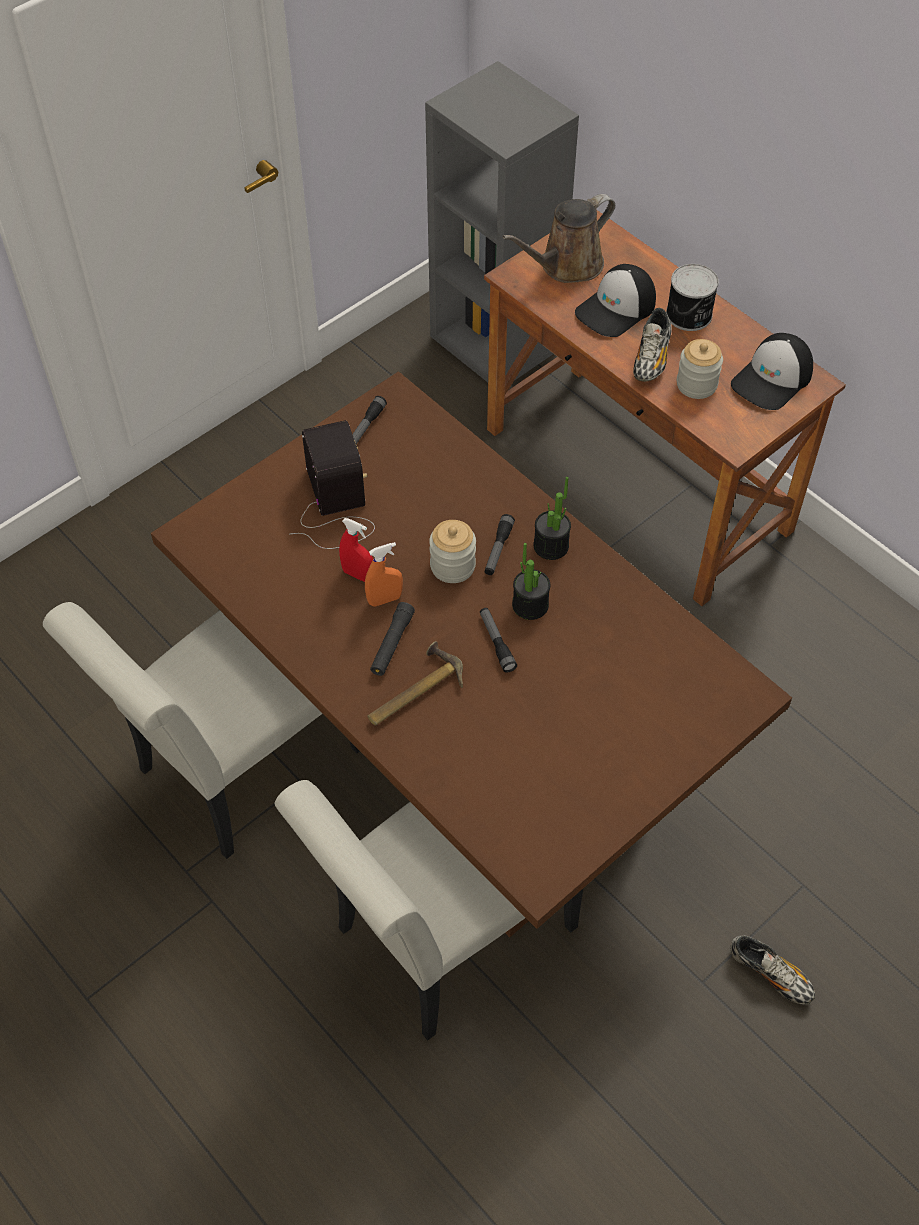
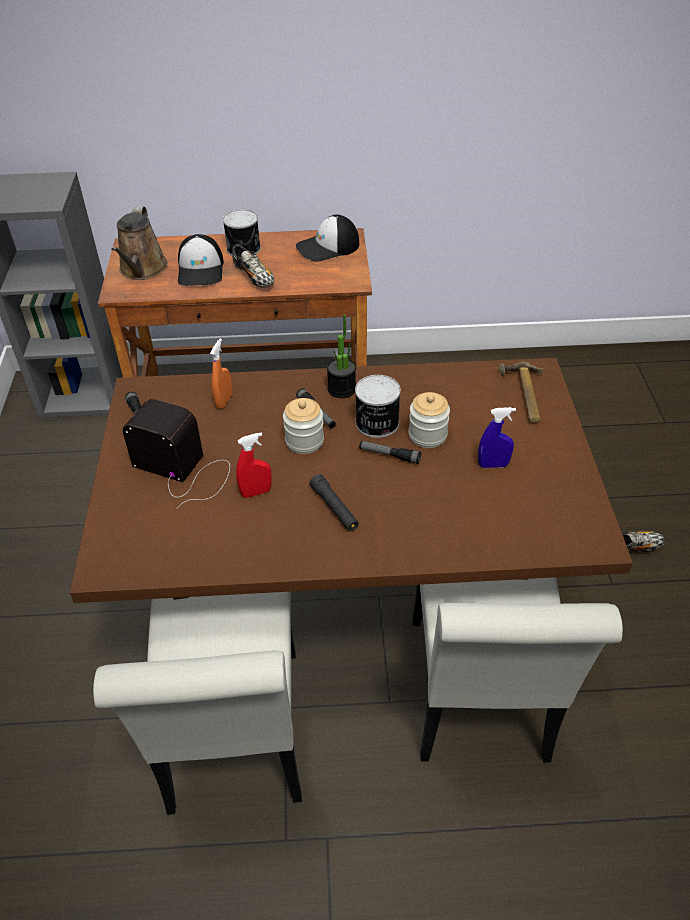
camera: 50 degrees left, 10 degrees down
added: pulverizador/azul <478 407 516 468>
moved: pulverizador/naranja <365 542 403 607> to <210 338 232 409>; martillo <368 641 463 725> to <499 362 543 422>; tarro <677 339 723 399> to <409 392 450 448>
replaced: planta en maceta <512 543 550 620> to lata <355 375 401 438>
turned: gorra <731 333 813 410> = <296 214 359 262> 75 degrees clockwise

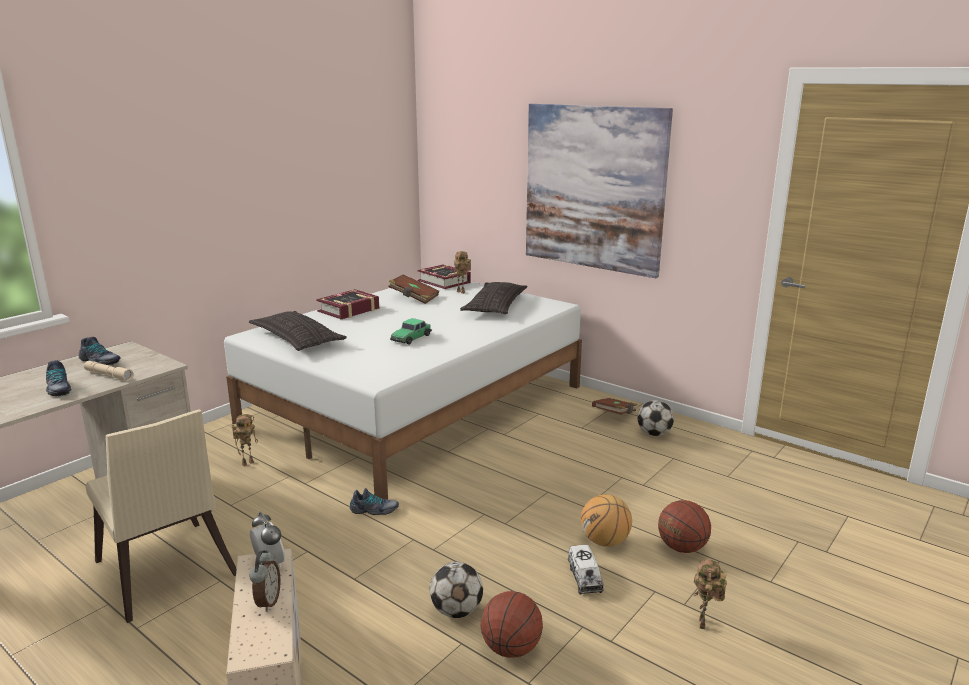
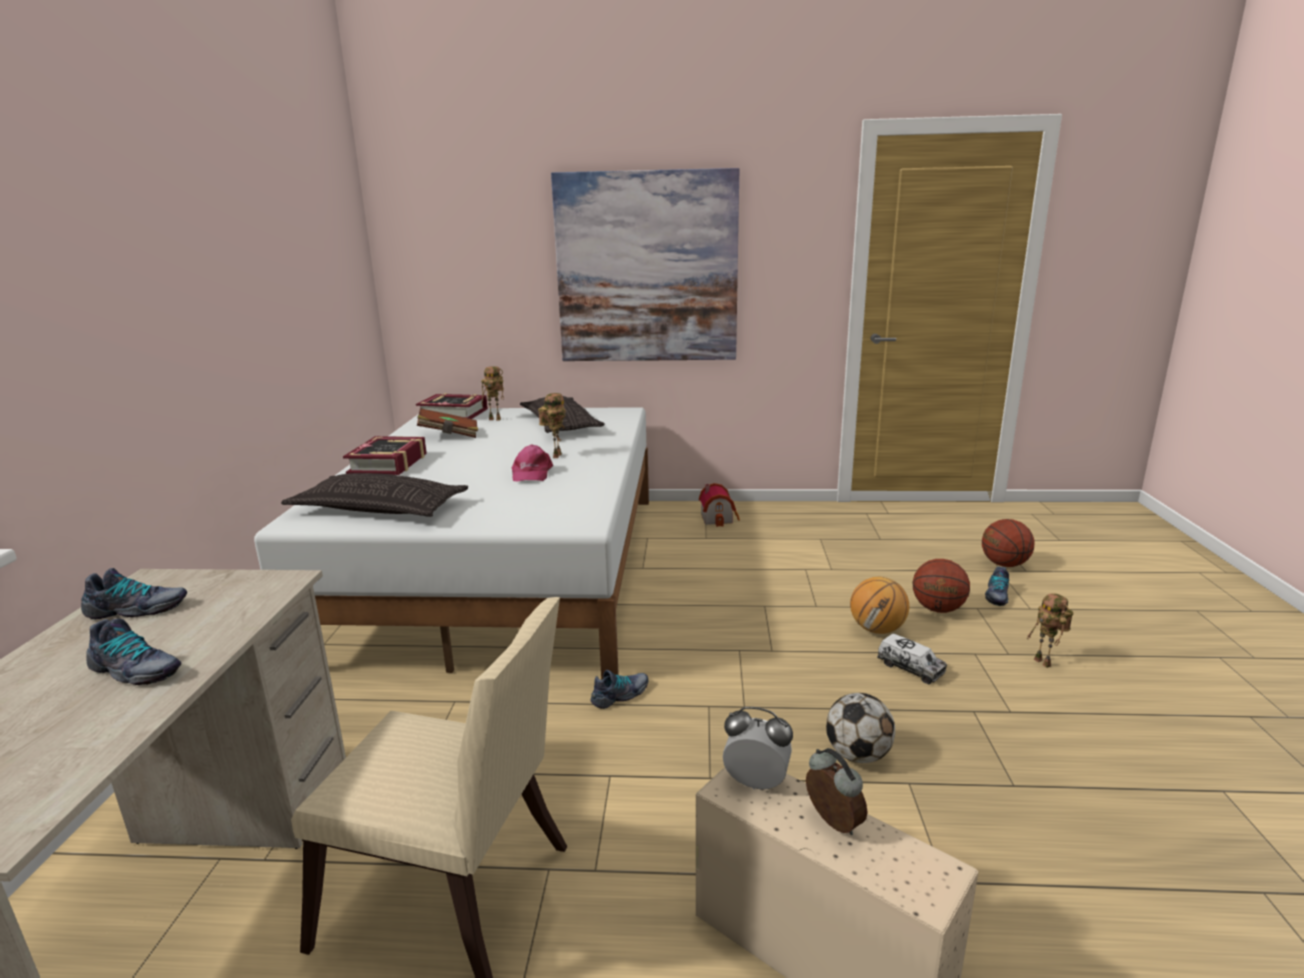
camera: 35 degrees left, 0 degrees up
removed: linterna/beis <84 361 134 381>; balón de fútbol <637 401 674 436>
added: zapato <985 567 1009 606>
moved: robot de juguete <232 414 258 466> to <538 393 566 458>; balón de baloncesto <481 591 543 658> to <982 519 1035 567>
replaced: coche de juguete <390 318 432 344> to gorra/rosa <512 445 553 481>; libro/marrón <592 398 638 415> to casita <699 483 740 527>

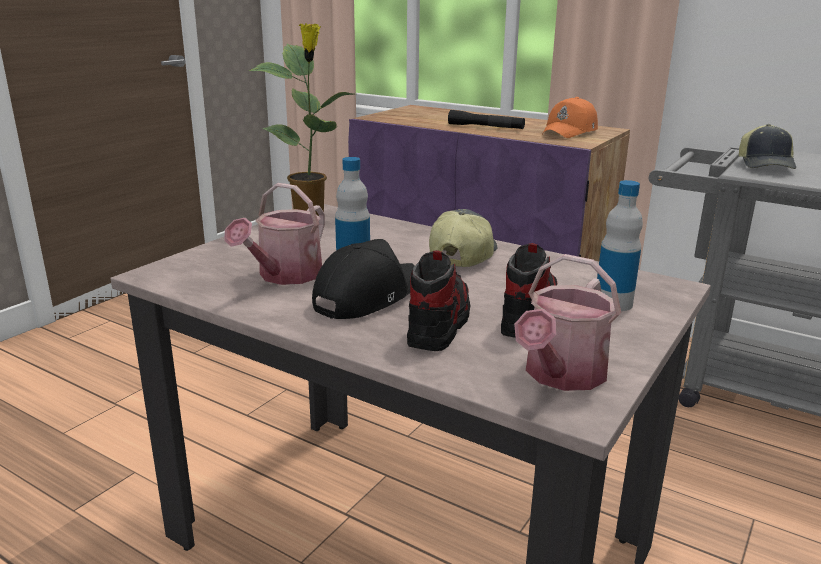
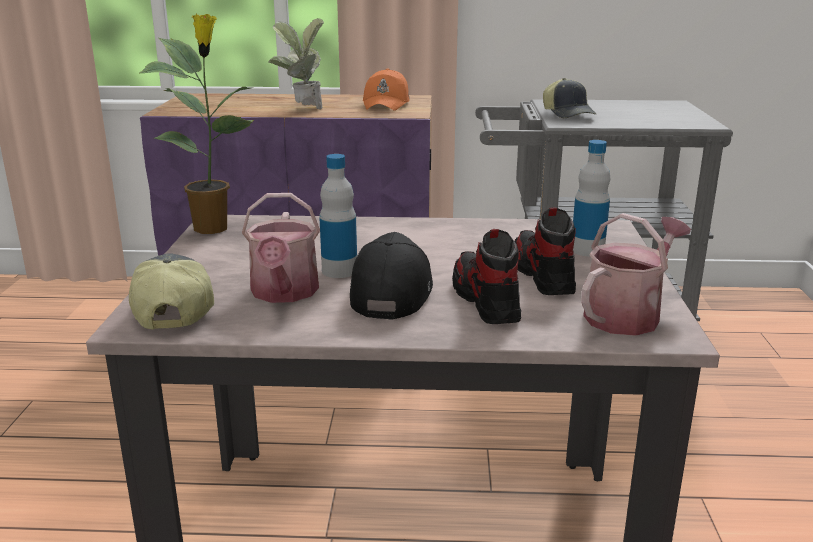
camera: 30 degrees left, 0 degrees up
moved: gorra <429 209 498 267> to <129 253 214 330>
replaced: linterna/negro <448 110 525 129> to planta en maceta <268 18 324 109>
turned: regadera <514 254 621 391> = <581 213 691 336> 135 degrees counterclockwise

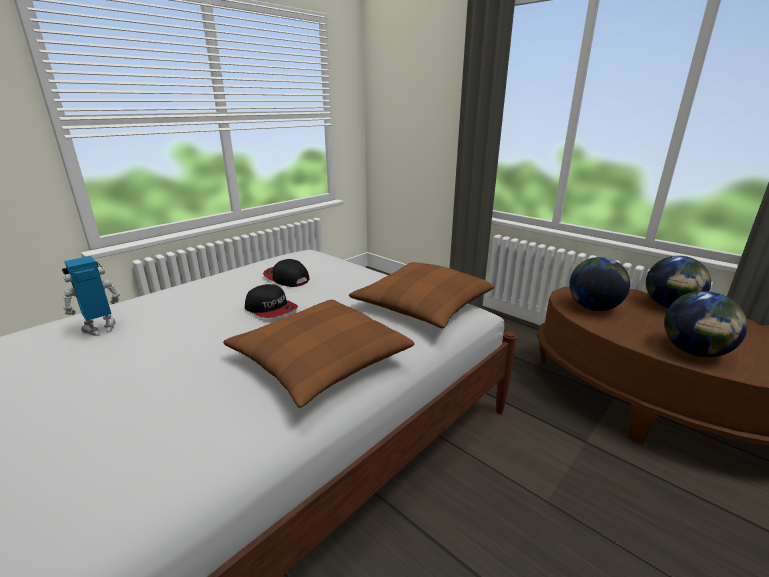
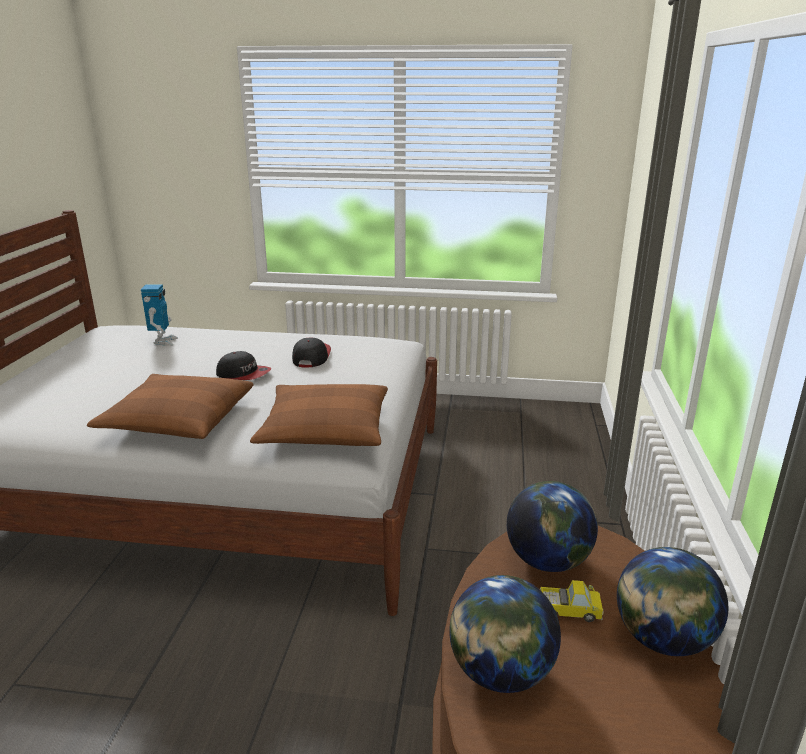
camera: 55 degrees right, 0 degrees up
added: camión de juguete <540 580 604 622>
turned: robot de juguete <62 256 120 336> = <141 284 178 346> 75 degrees clockwise; gorra <245 284 298 318> = <216 351 271 380> 75 degrees counterclockwise

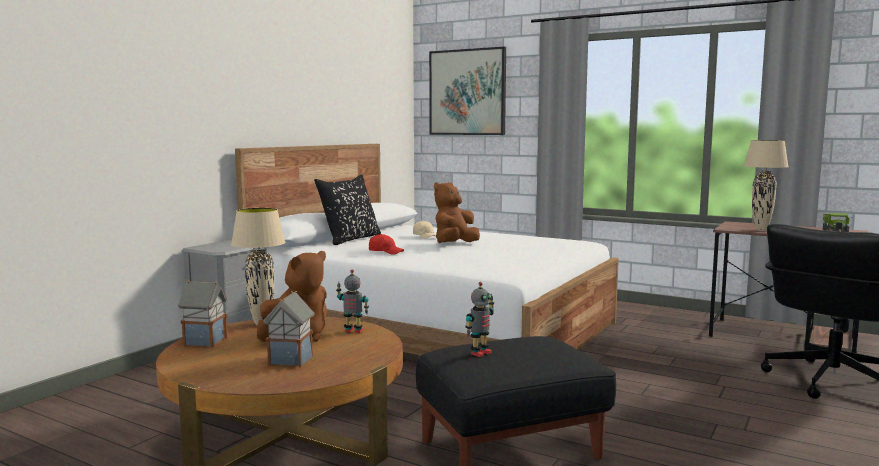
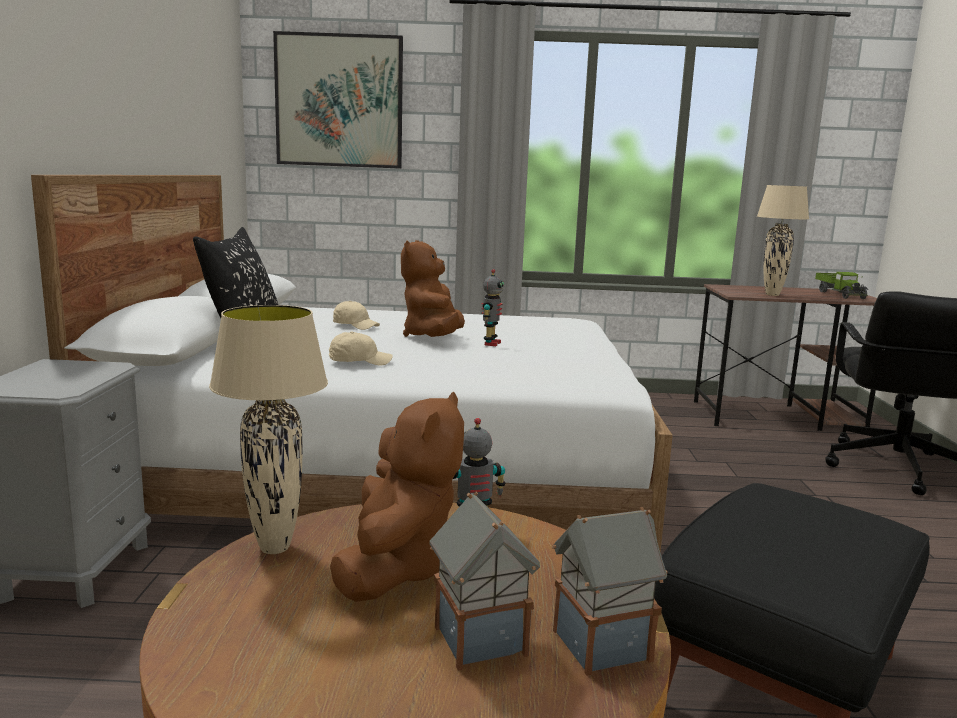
camera: 30 degrees left, 5 degrees up
moved: casita <178 280 228 347> to <552 507 668 676>; robot de juguete <465 282 494 357> to <481 269 504 346>
recoloured: gorra/rojo <369 234 404 255> to gorra/beis <329 332 393 365>

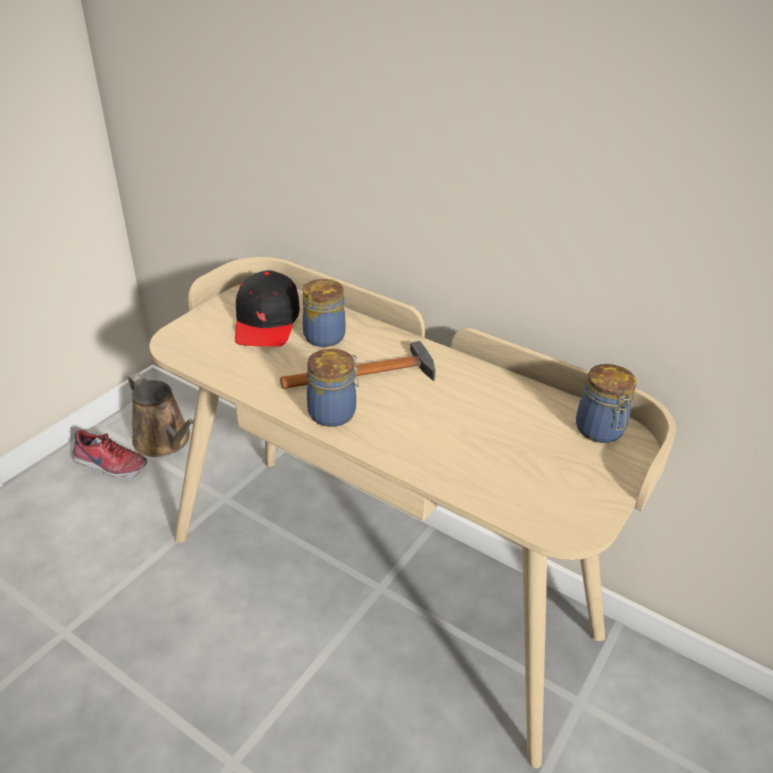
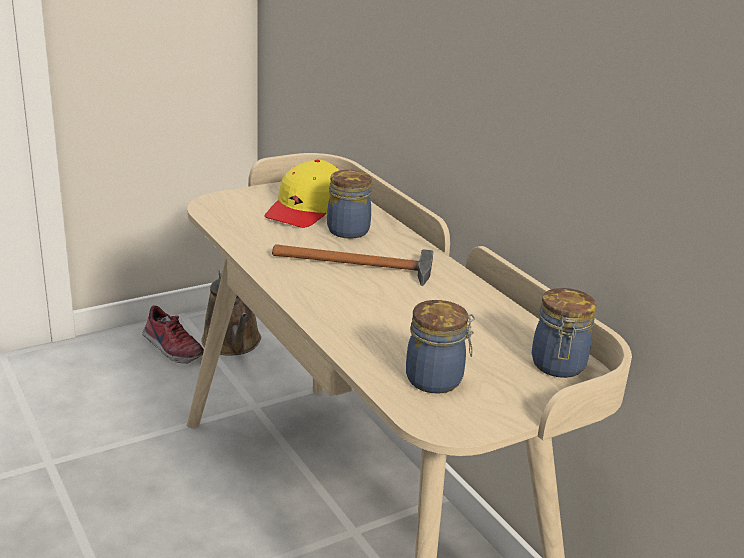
camera: 25 degrees right, 10 degrees down
moved: tarro <307 349 359 427> to <406 300 475 394>
recoloured: gorra/negro <235 270 300 347> to gorra/amarillo <264 160 340 228>

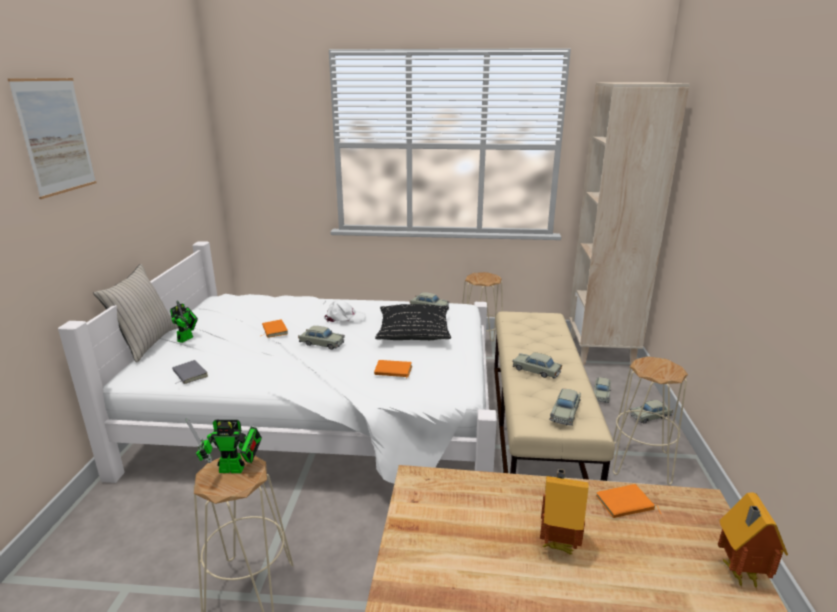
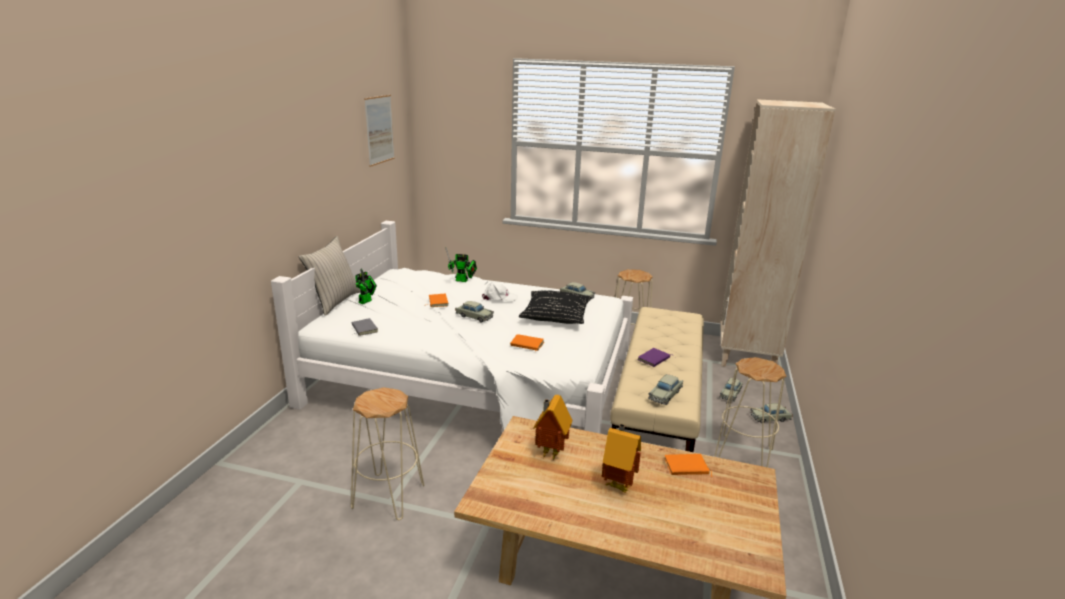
camera: 10 degrees right, 0 degrees up
moved: cuadro <8 78 97 199> to <364 95 395 167>; robot de juguete <186 418 262 473> to <446 248 477 282>; casita <718 492 788 590> to <533 395 572 460>
replaced: coche de juguete/beis <513 353 562 379> to libro/morado <637 348 676 367>

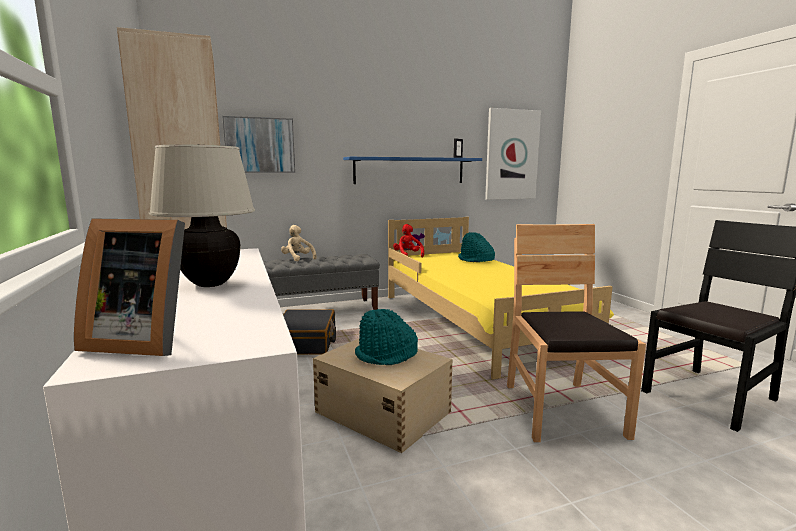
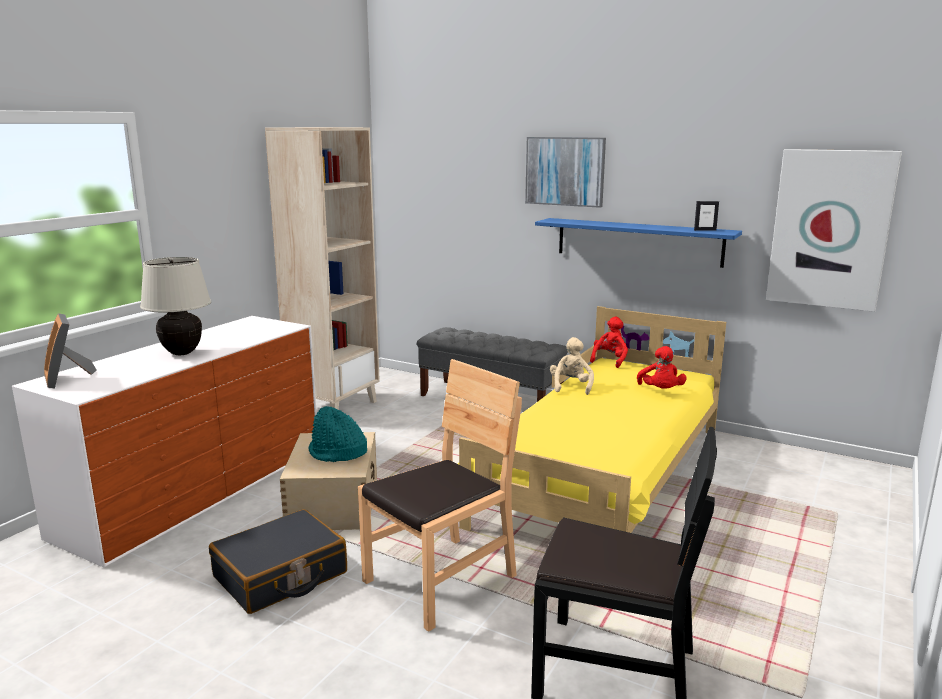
camera: 50 degrees right, 5 degrees up
moved: cuadro <223 116 295 173> to <525 137 606 208>; peluche/beis <281 225 317 262> to <550 337 594 395>; maleta/negro <283 309 336 355> to <209 509 347 614>
replaced: sombrero/turquesa <458 232 495 262> to peluche/rojo <637 346 687 389>

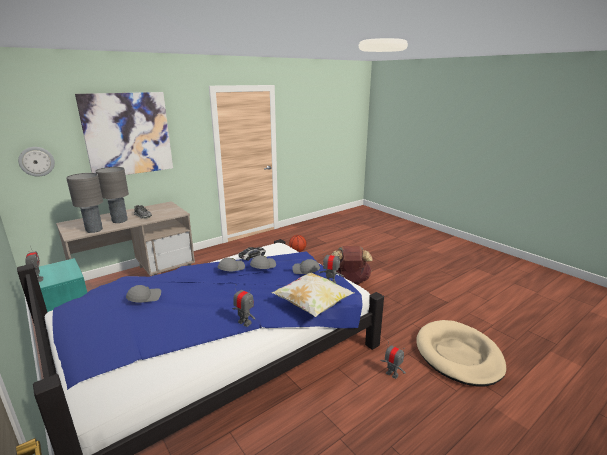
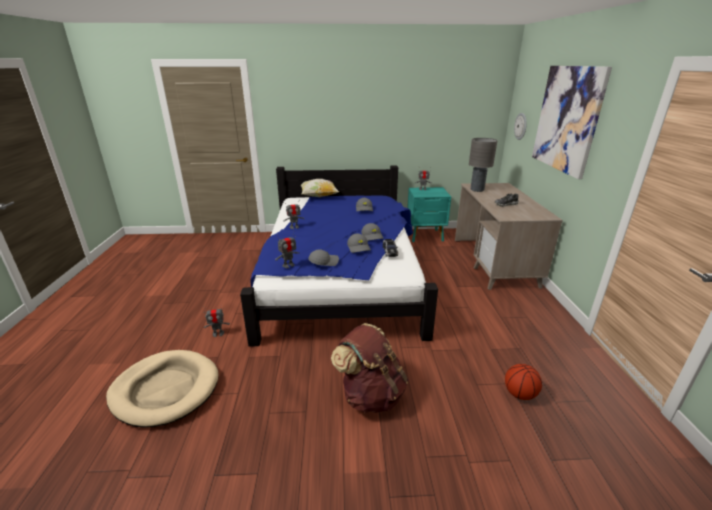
camera: 125 degrees right, 5 degrees up
removed: lámpara de mesa/gris <95 167 129 223>
moved: cojín <272 273 354 317> to <301 179 339 197>

